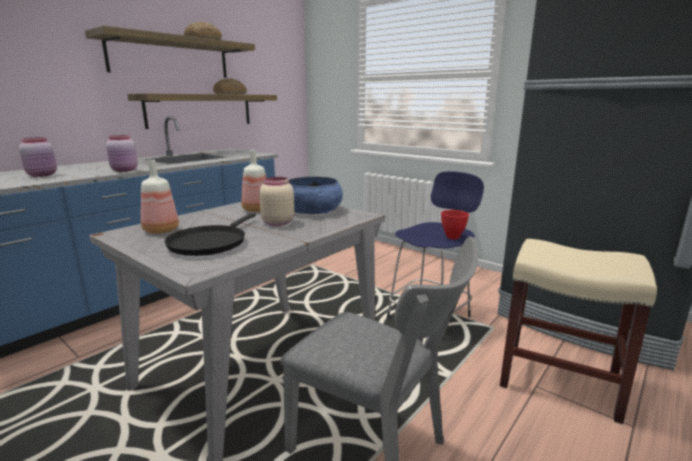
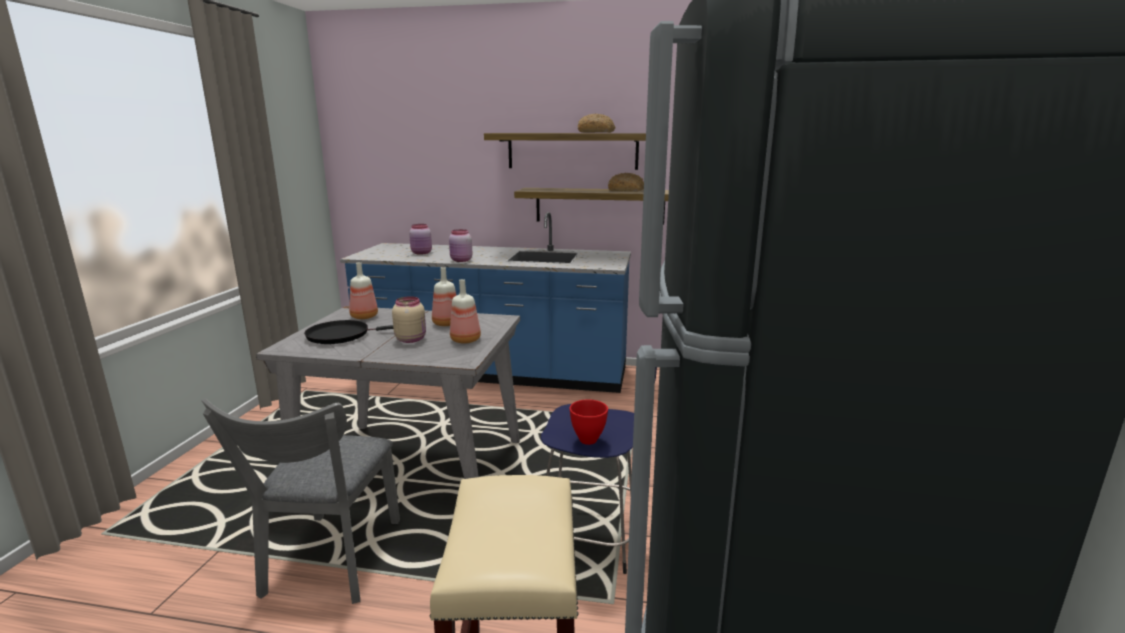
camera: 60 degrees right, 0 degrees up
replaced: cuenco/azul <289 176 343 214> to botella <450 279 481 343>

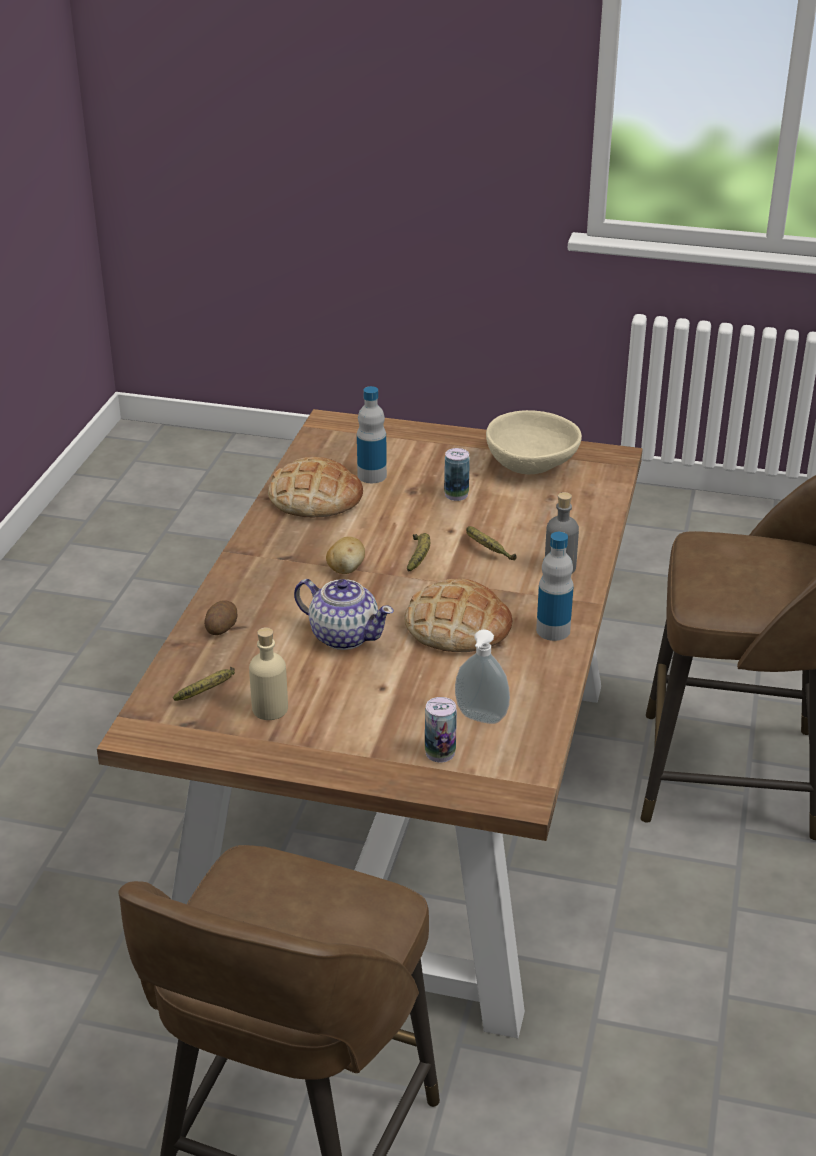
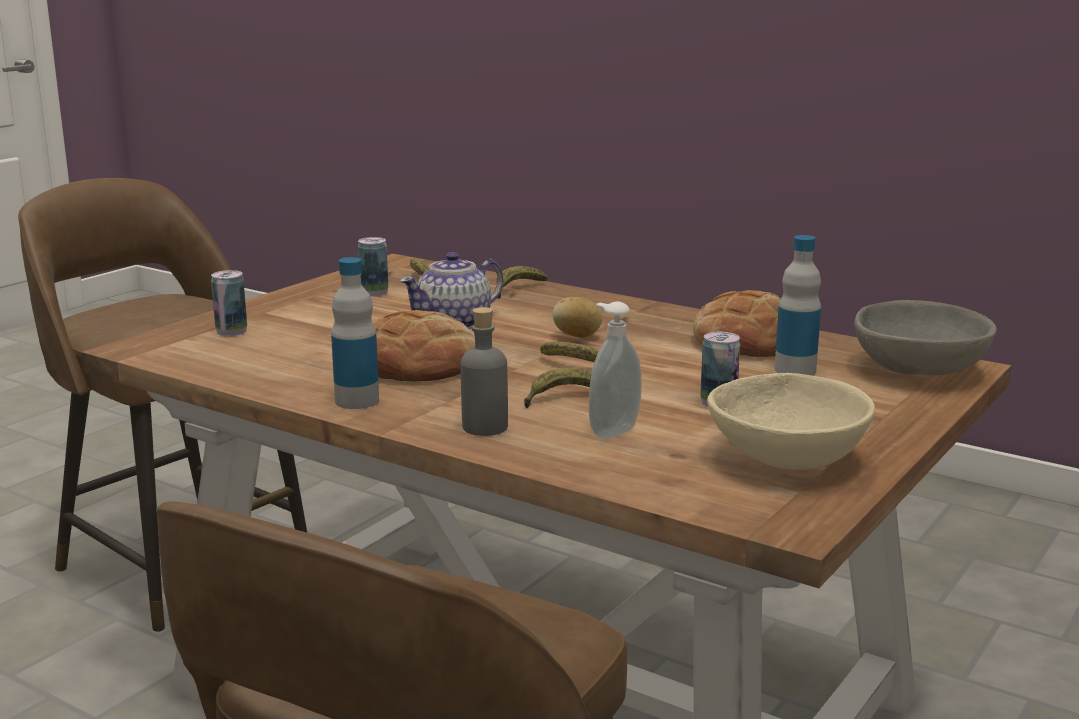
camera: 110 degrees right, 15 degrees down
added: cuenco/gris <854 300 997 375>
moved: dispensador de jabón <455 629 510 724> to <589 301 642 439>
replaced: patata <204 600 237 635> to plátano <496 266 548 299>; botella/beis <249 627 288 720> to lata <358 237 388 297>

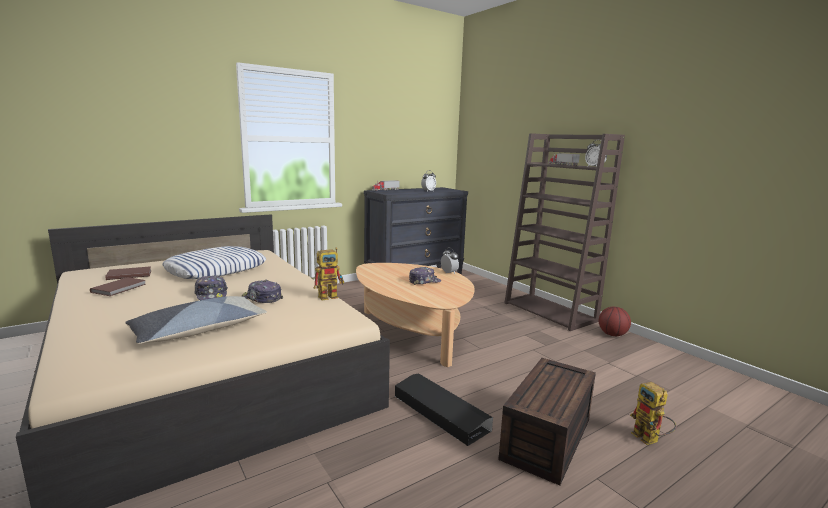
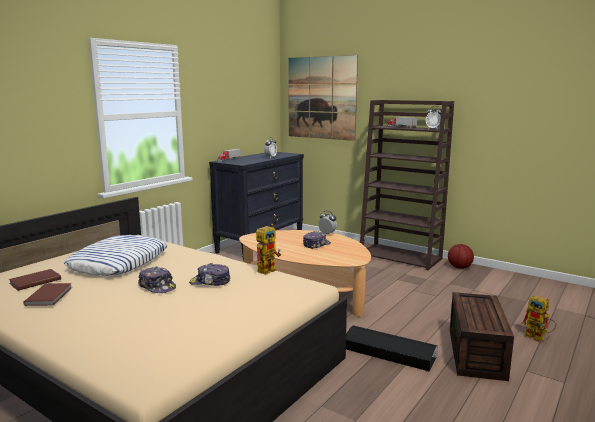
camera: 20 degrees left, 0 degrees up
removed: cojín <125 296 267 344>
added: cuadro <288 55 358 141>

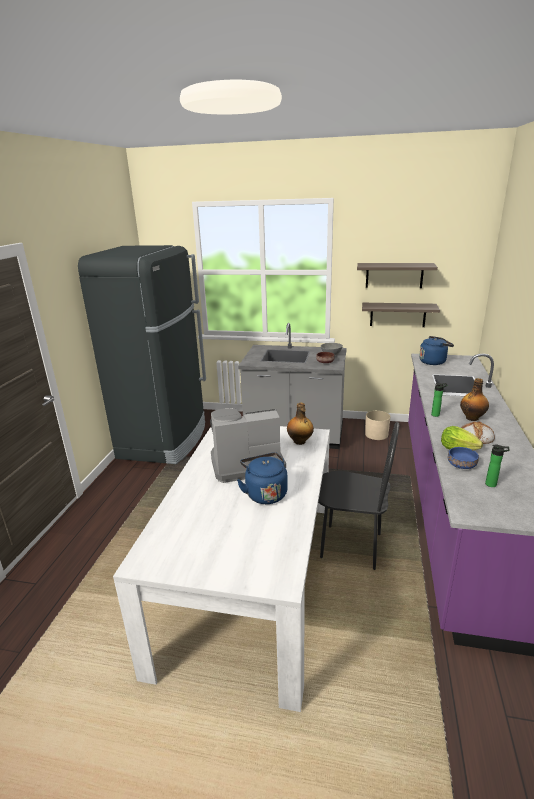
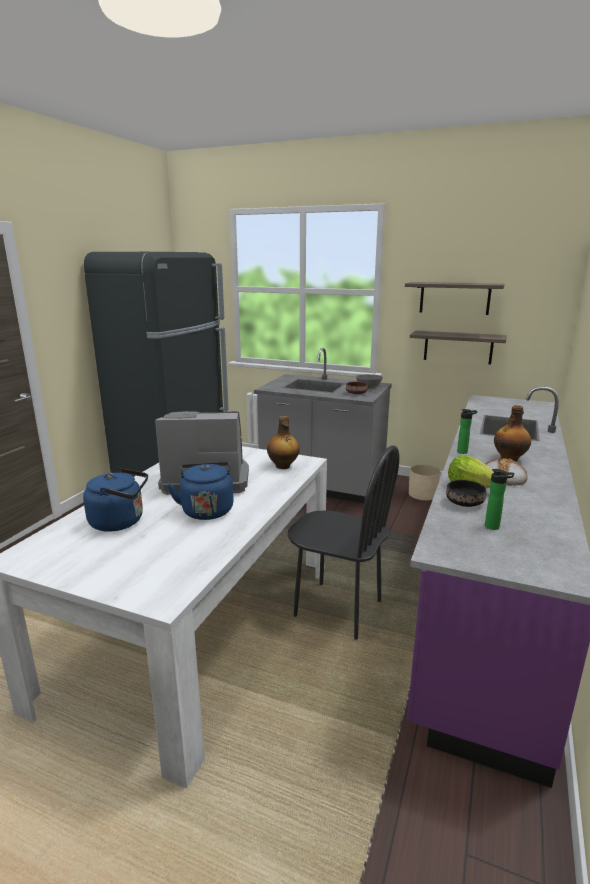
camera: 10 degrees right, 5 degrees down
moved: hervidor/azul <419 336 454 365> to <83 468 148 532>
recoloured: cuenco/azul <448 447 479 469> to cuenco/negro <446 480 486 507>

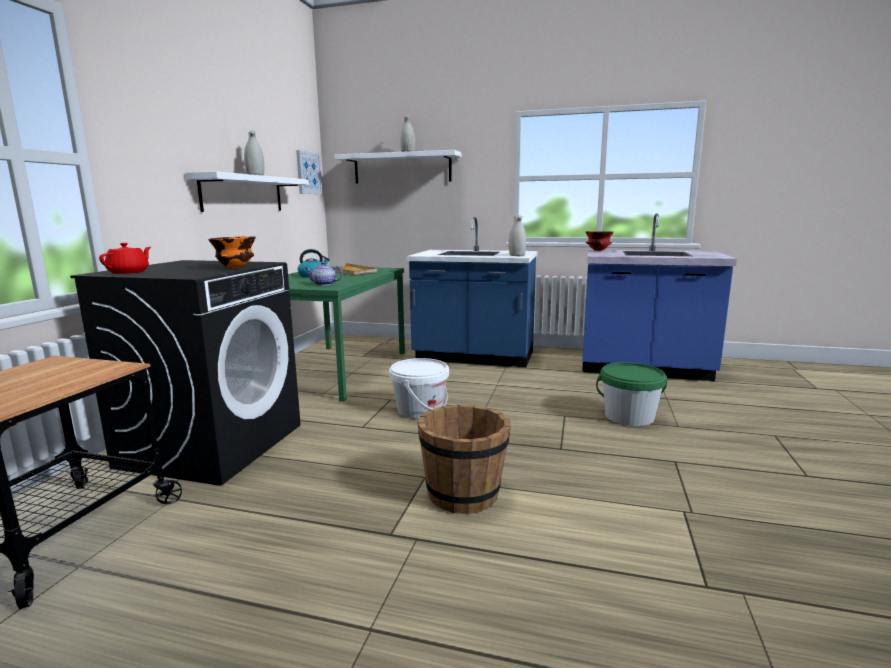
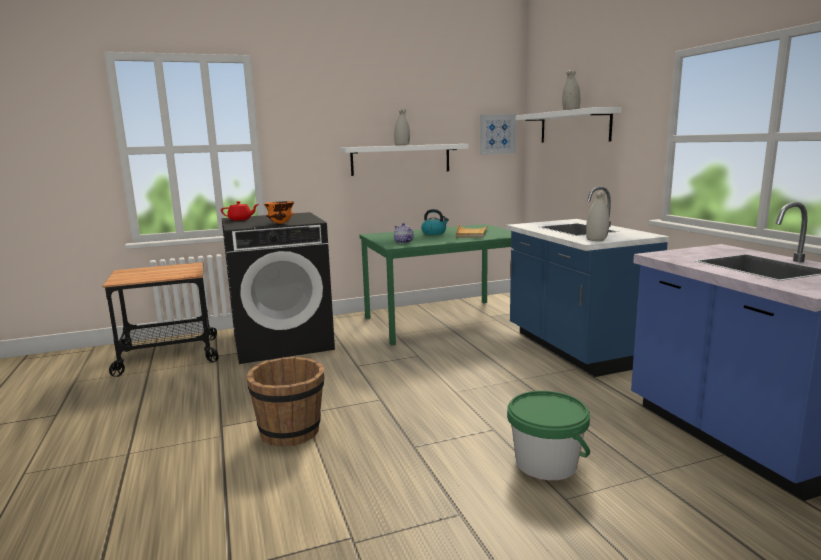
camera: 55 degrees right, 0 degrees up
removed: cubo/blanco <389 358 449 419>; cuenco/rojo <586 231 614 251>

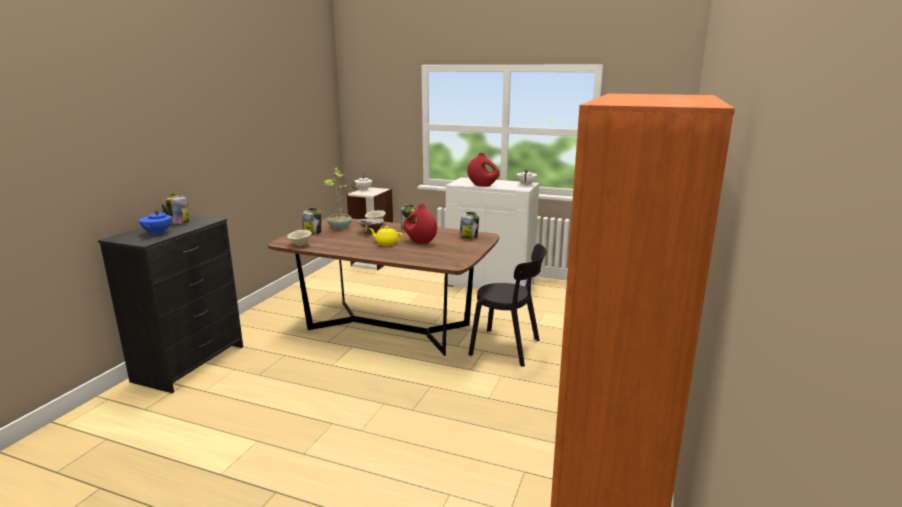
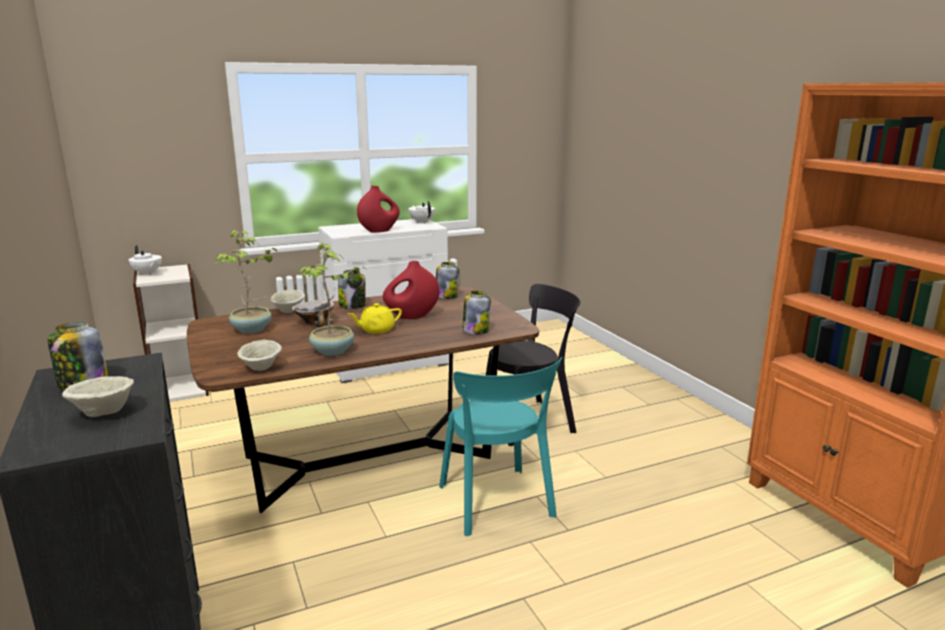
camera: 45 degrees left, 0 degrees up
added: planta en maceta <298 242 366 356>; silla/turquesa <439 357 563 536>
moved: tarro <303 208 321 234> to <462 291 491 334>
replaced: tetera/azul <139 205 172 235> to cuenco/beis <62 376 134 417>

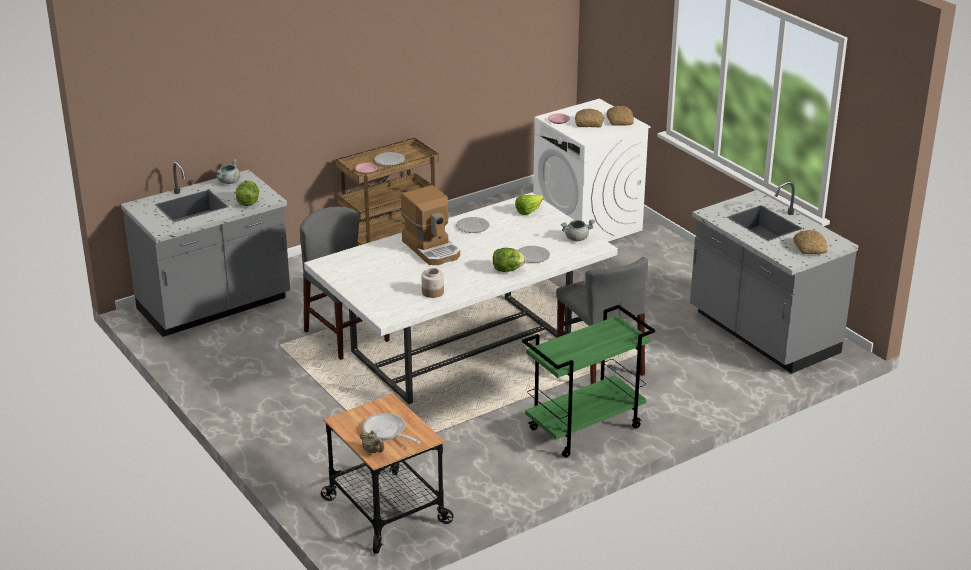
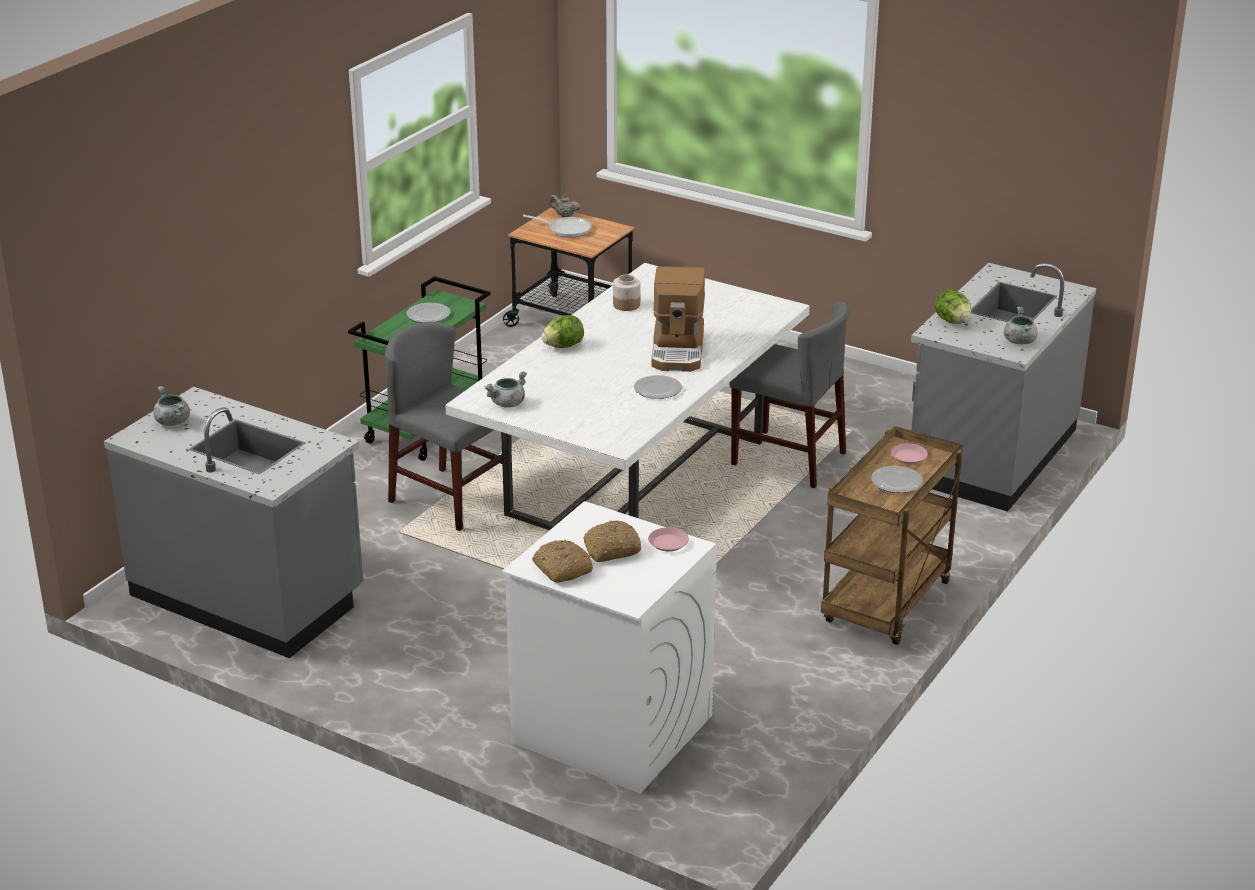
camera: 155 degrees right, 0 degrees up
removed: lechuga <515 195 543 215>
moved: plato <518 246 550 263> to <406 303 451 323>
replaced: pan <793 230 828 254> to olla/gris <153 386 190 426>
turned: cafetera <401 185 460 265> = <651 266 705 372> 120 degrees counterclockwise

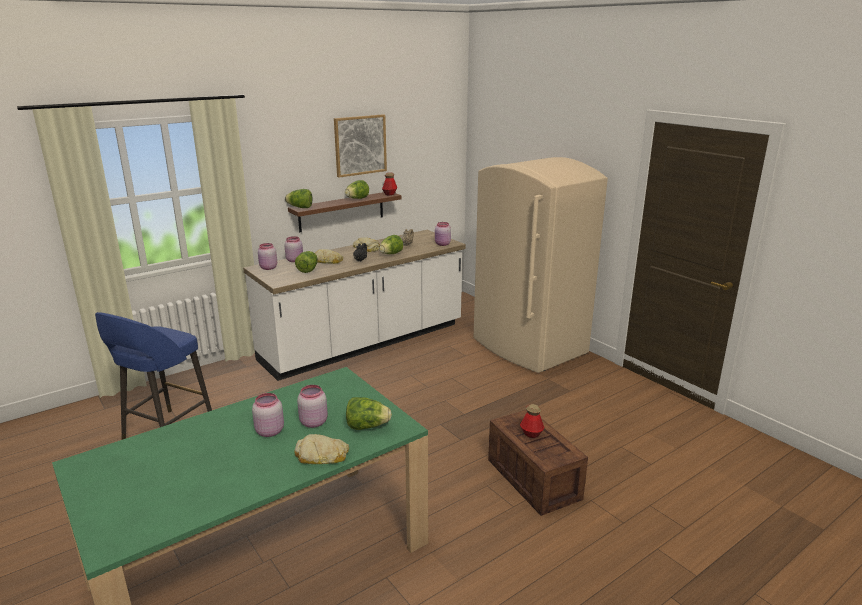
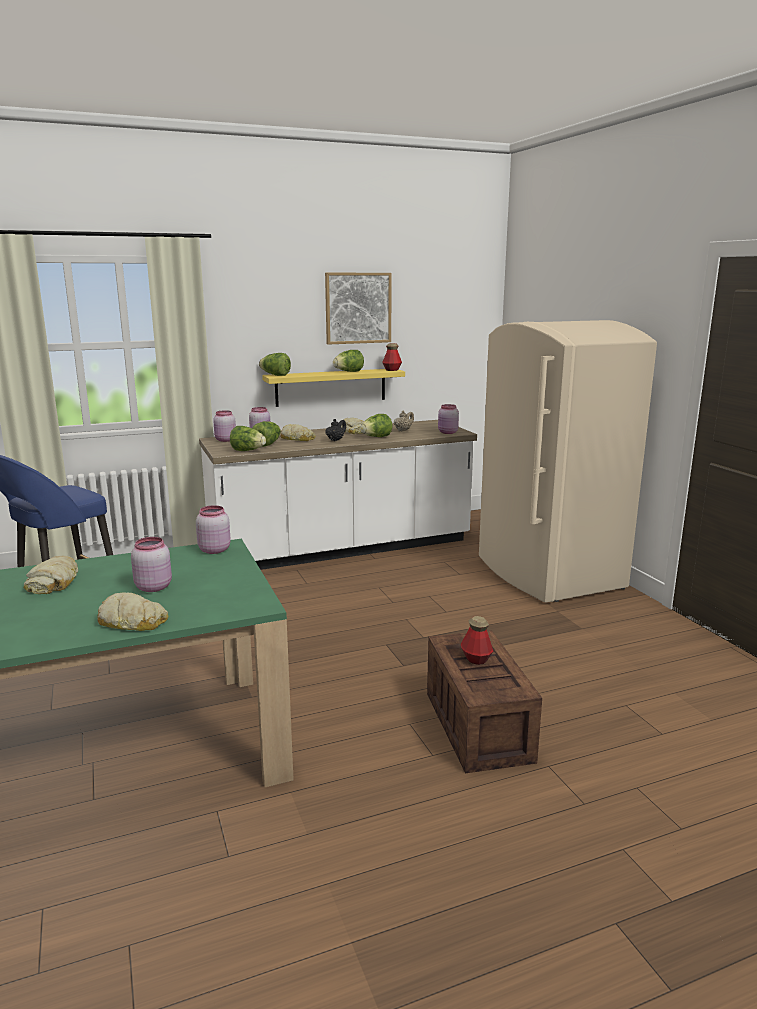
camera: 15 degrees right, 5 degrees down
added: pan <24 556 78 594>
moved: tarro/rosa <252 393 284 437> to <196 505 231 554>; lechuga <346 397 392 430> to <230 426 266 451>
recoloured: estante/marrón <288 192 402 232> to estante/amarillo <262 369 405 407>

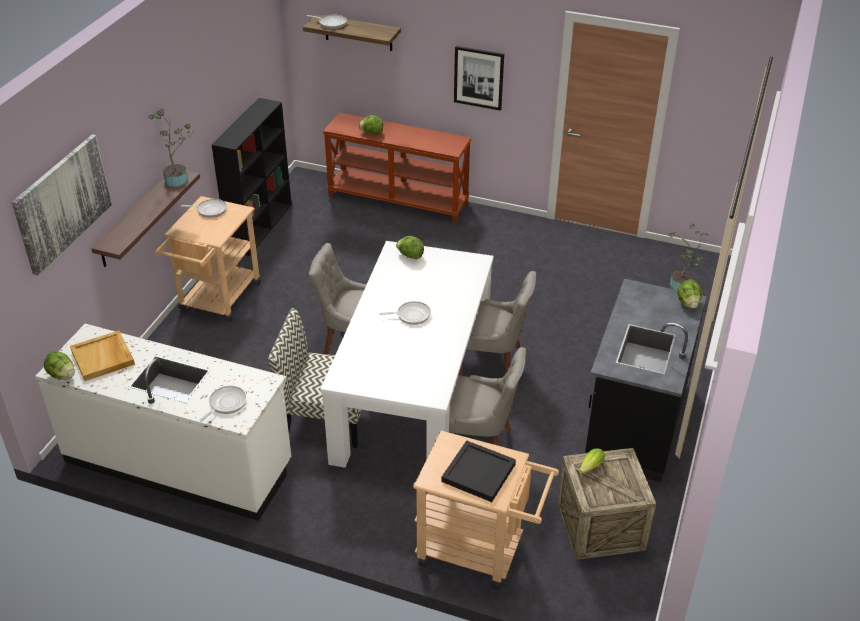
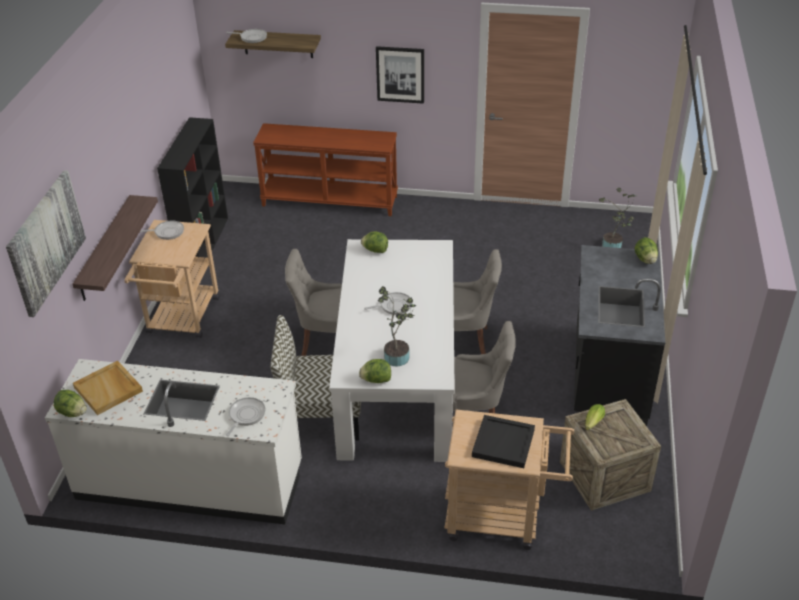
camera: 10 degrees left, 0 degrees up
moved: planta en maceta <148 109 194 187> to <378 286 416 367>; lechuga <359 115 383 134> to <359 359 391 383>

